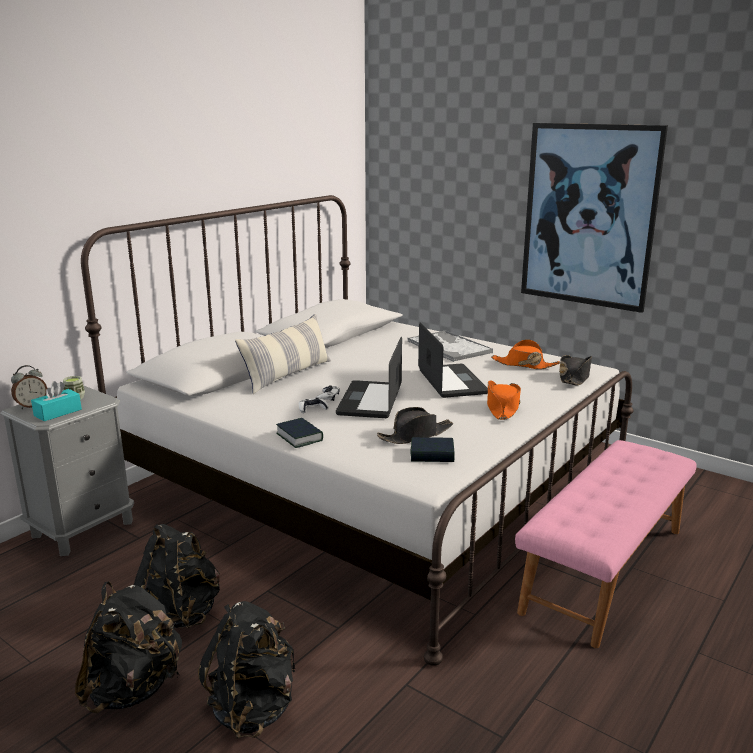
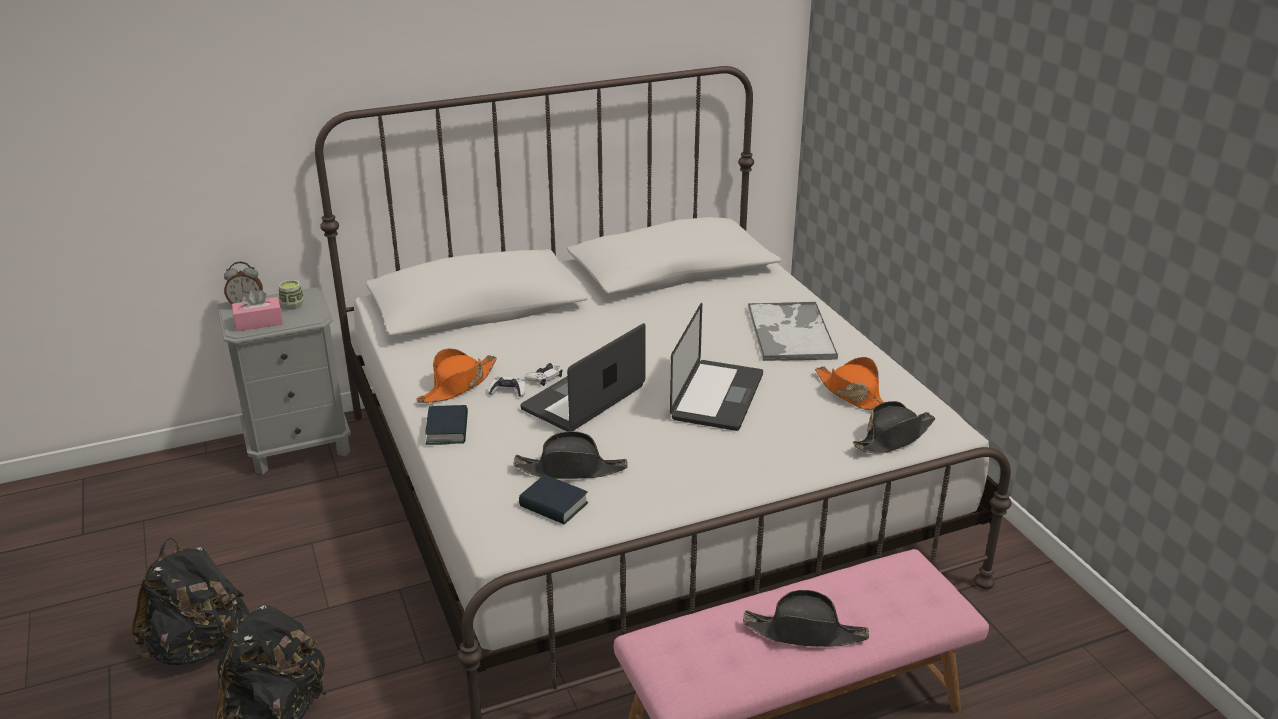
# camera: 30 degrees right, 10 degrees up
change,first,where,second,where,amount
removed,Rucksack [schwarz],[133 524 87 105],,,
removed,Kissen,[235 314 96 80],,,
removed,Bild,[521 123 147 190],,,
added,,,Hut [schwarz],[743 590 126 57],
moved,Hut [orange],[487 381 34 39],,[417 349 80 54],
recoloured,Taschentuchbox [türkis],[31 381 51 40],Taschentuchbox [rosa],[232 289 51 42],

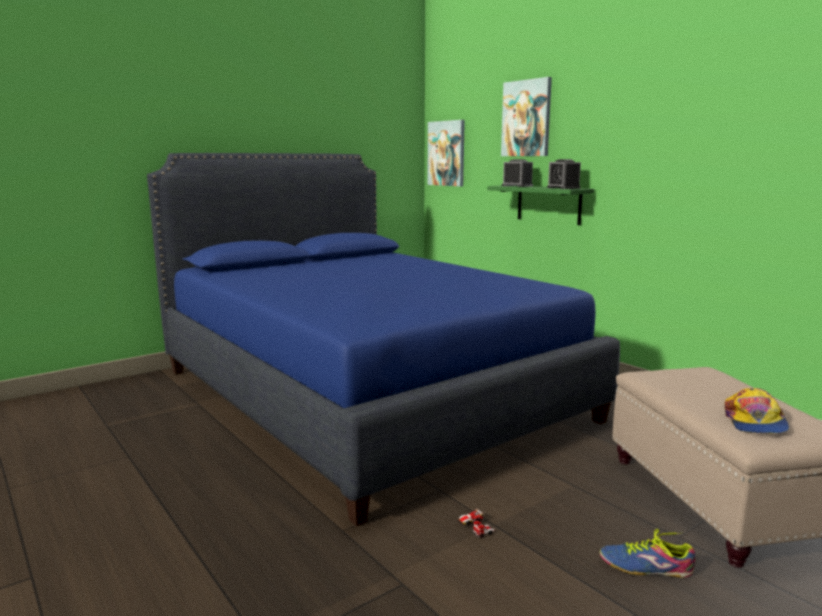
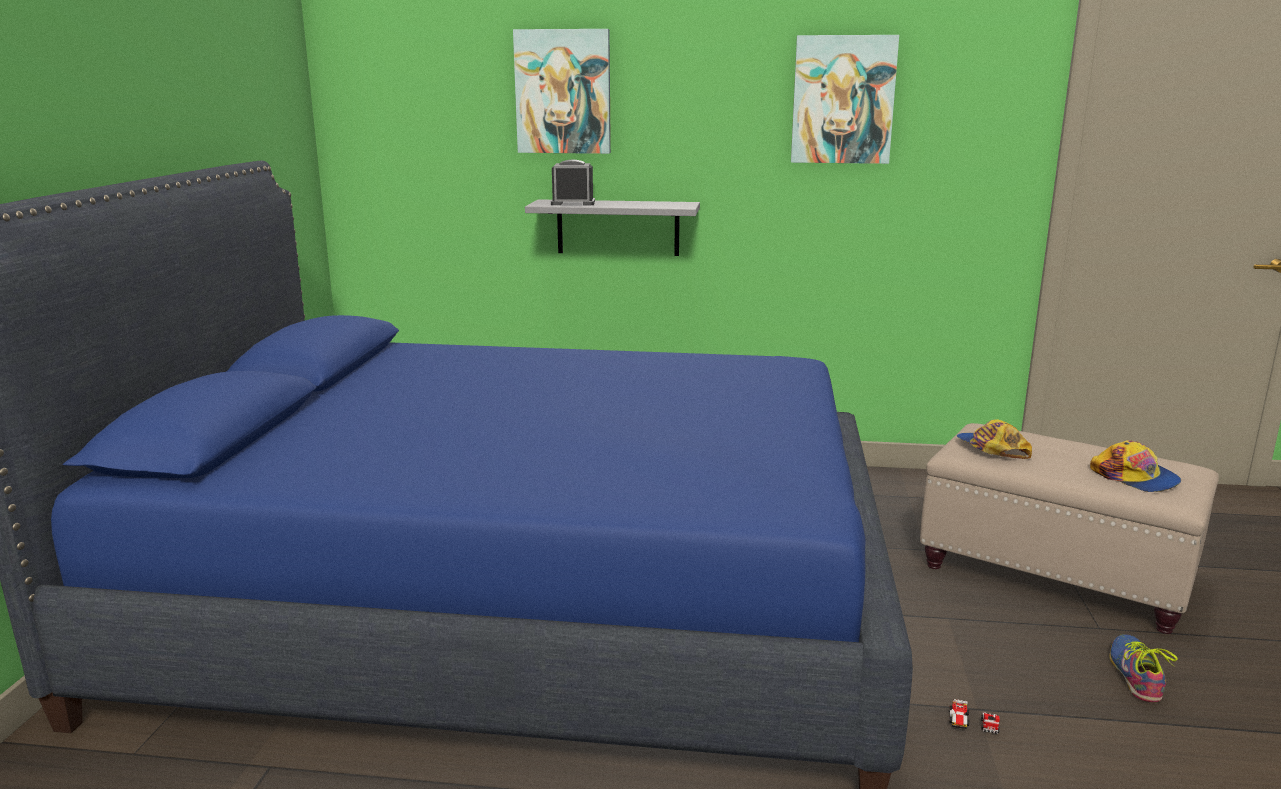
# camera: 45 degrees left, 5 degrees up
change,first,where,second,where,amount
removed,Wecker,[547 159 34 30],,,
added,,,Kappe,[957 419 75 40],
moved,Bild,[427 120 38 66],,[791 35 108 129],
recoloured,Wandregal [grün],[487 186 107 39],Wandregal [grau],[525 199 175 57],
turned,Schuh,[600 529 95 49],,[1110 634 68 68],135 degrees clockwise

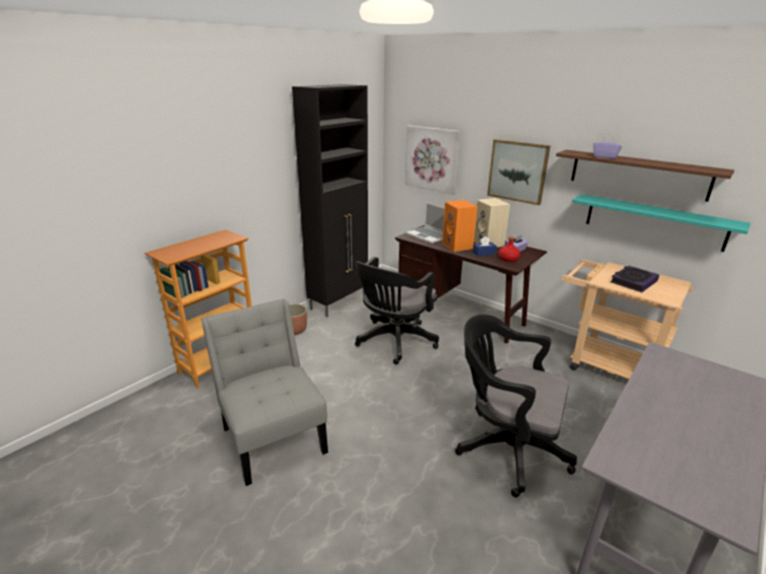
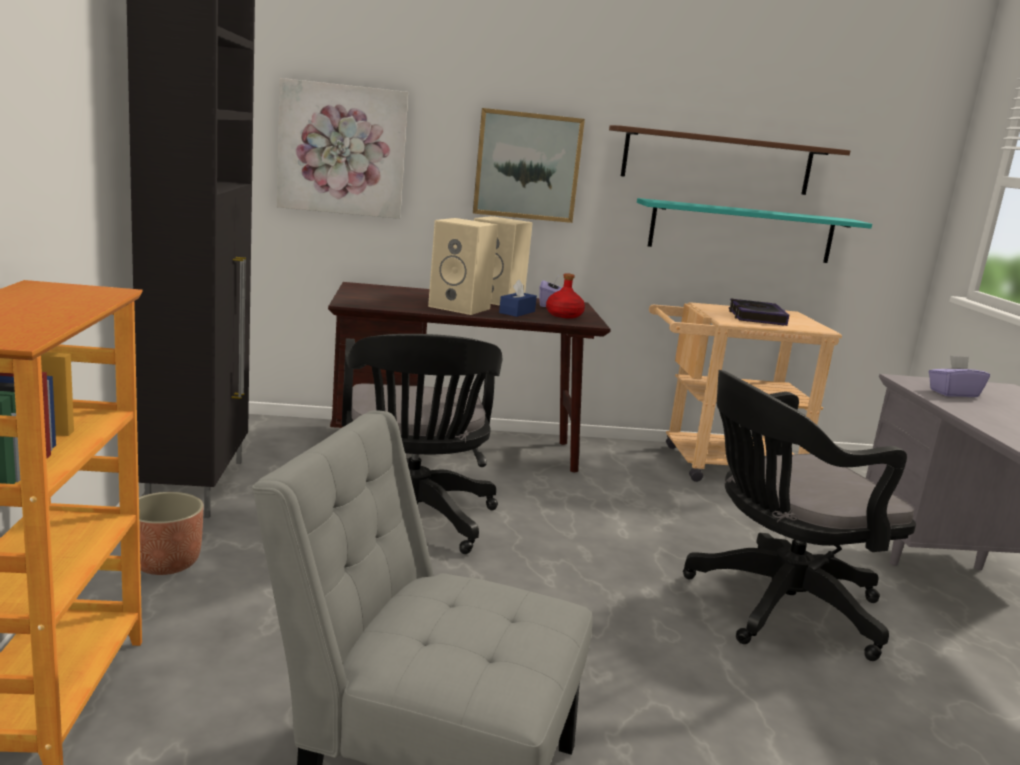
# camera: 45 degrees left, 10 degrees down
change,first,where,second,where,amount
removed,Laptop,[406 202 39 42],,,
moved,Taschentuchbox [lila],[593 136 29 23],,[928 356 62 41],
recoloured,Lautsprecher [orange],[442 200 36 52],Lautsprecher [beige],[428 218 70 97],

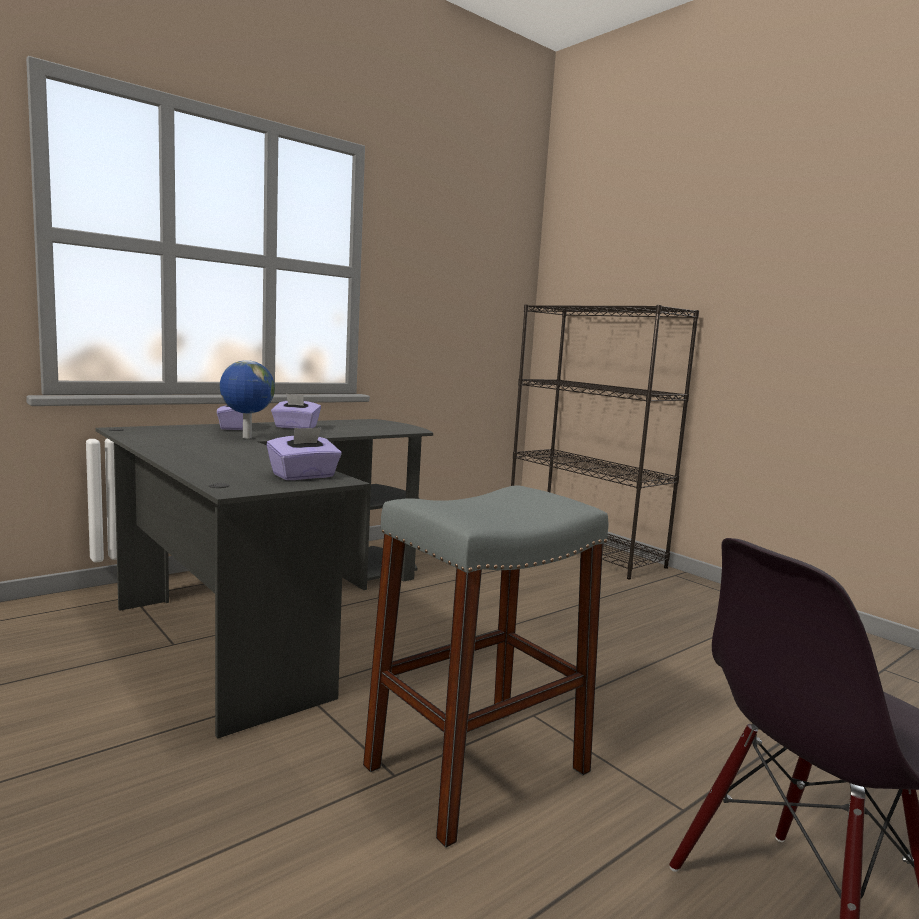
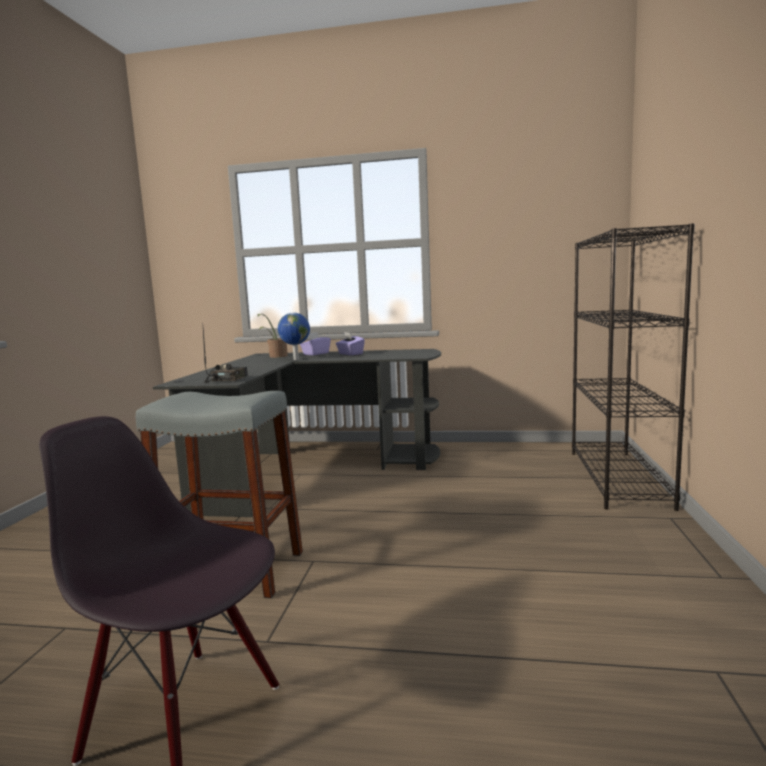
# camera: 50 degrees right, 0 degrees up
change,first,where,second,where,amount
added,,,Topfpflanze,[258 314 30 44],
replaced,Taschentuchbox [lila],[267 428 75 52],Radio,[203 329 45 54],

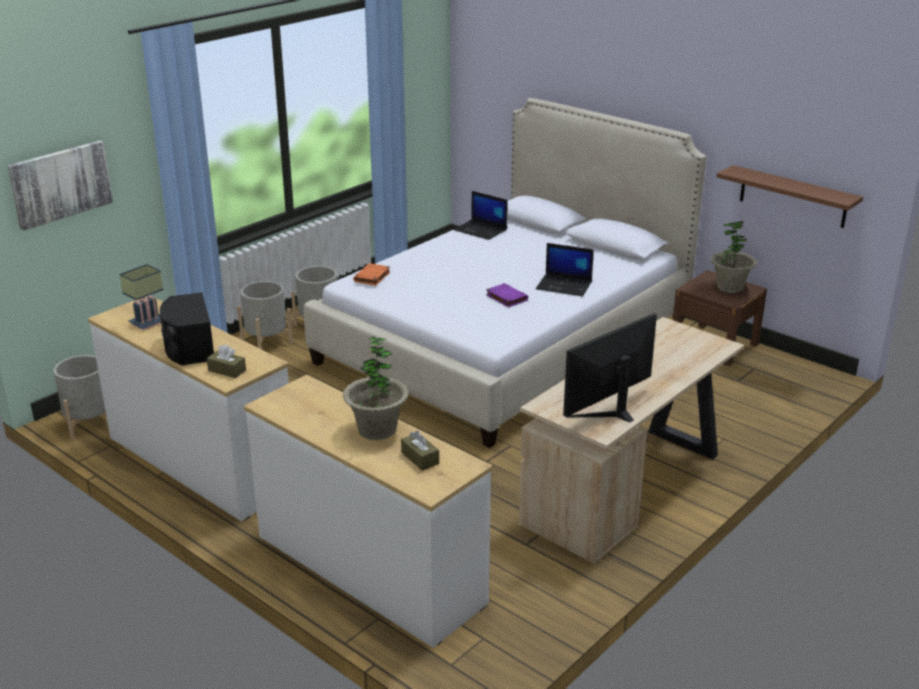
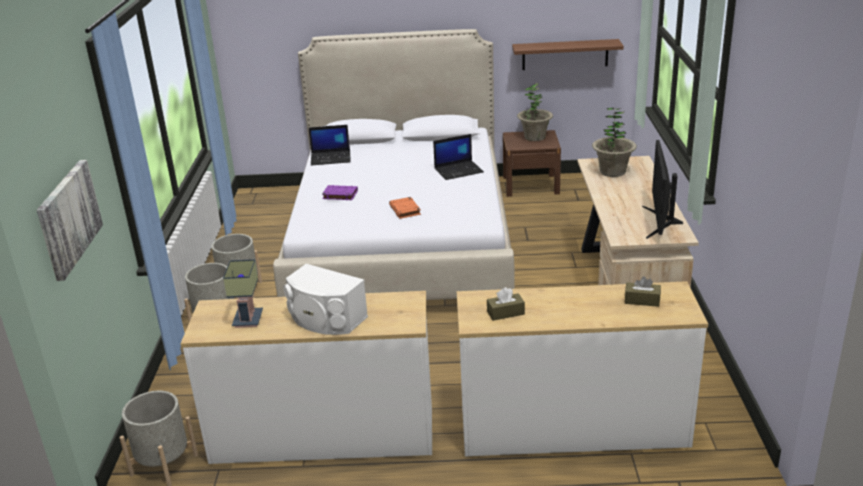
# camera: 40 degrees left, 0 degrees up
change,first,where,second,where,amount
moved,Taschentuchbox [braun],[207 344 39 34],,[487 287 38 34],
moved,Topfpflanze,[343 337 66 103],,[592 108 45 69],
moved,Buch [orange],[353 263 37 23],,[389 197 32 22],
moved,Buch [lila],[486 283 42 24],,[322 185 36 15],
recoloured,Lautsprecher [schwarz],[160 292 54 73],Lautsprecher [weiß],[283 264 85 71],

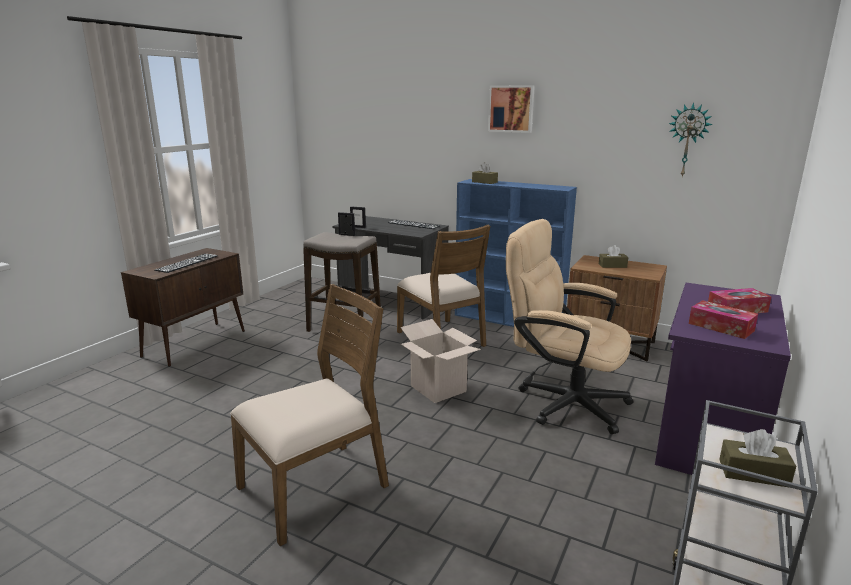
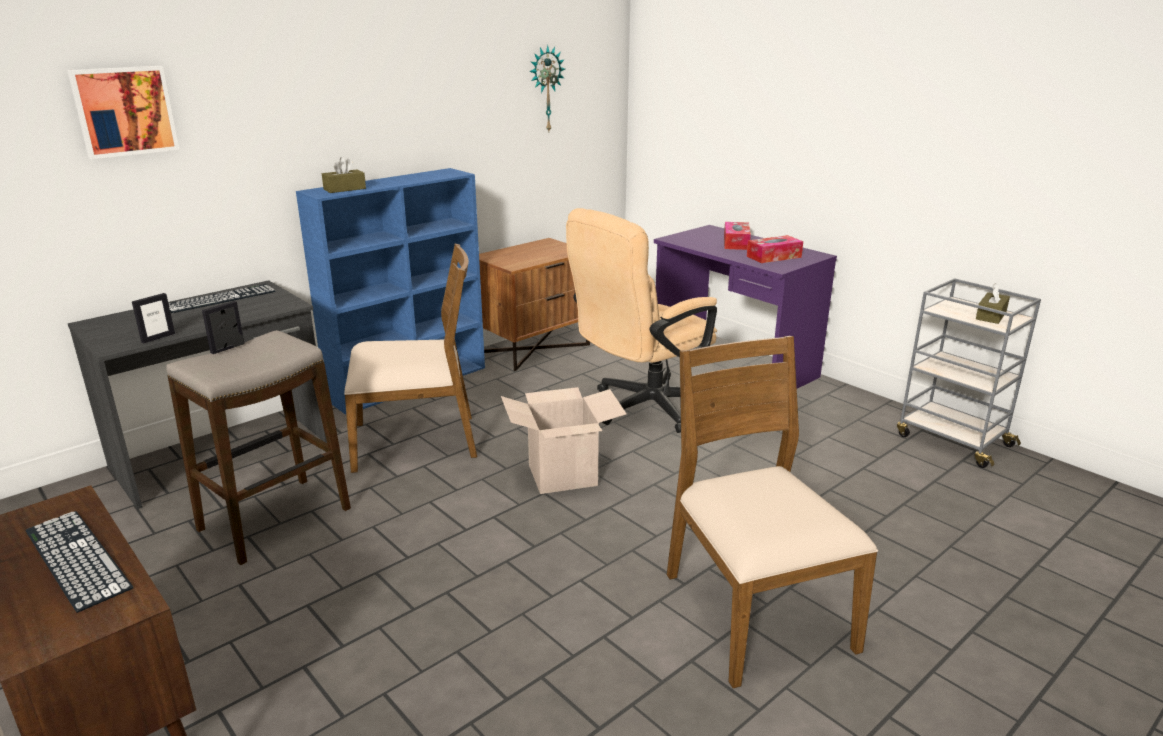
# camera: 70 degrees left, 5 degrees up
change,first,where,second,where,amount
removed,Taschentuchbox [braun],[599 245 29 23],,,
moved,Bild,[488 85 47 48],,[67 66 112 93],

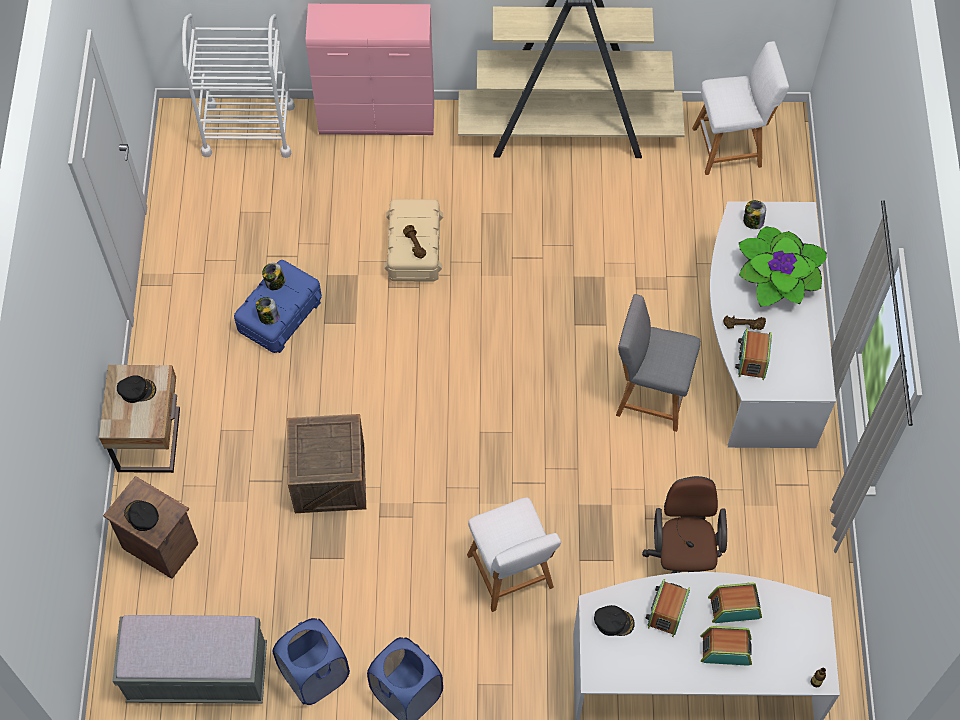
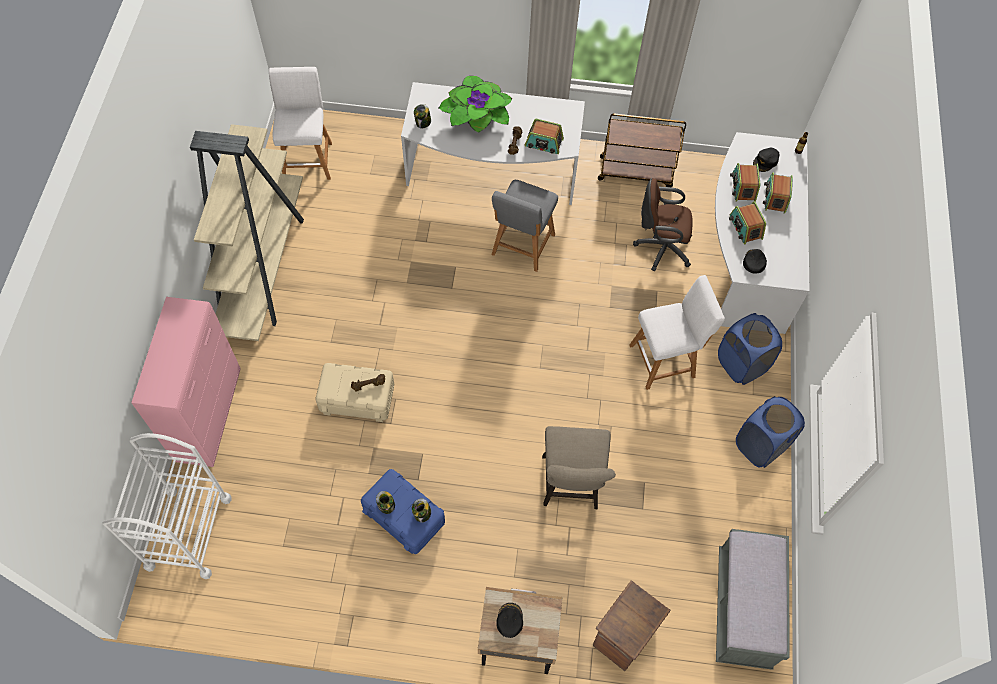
# camera: 85 degrees left, 0 degrees up
change,first,where,second,where,amount
added,,,Rollwagen [braun],[598 113 88 74],
moved,Kappe [schwarz],[124 500 35 31],,[753 148 26 24],
moved,Wäschekorb [blau],[272 618 78 87],,[718 313 64 72],
replaced,Kiste,[287 414 79 99],Hocker [beige],[542 426 74 83],
turned,Radio,[646 579 44 58],,[729 201 37 43],45 degrees clockwise

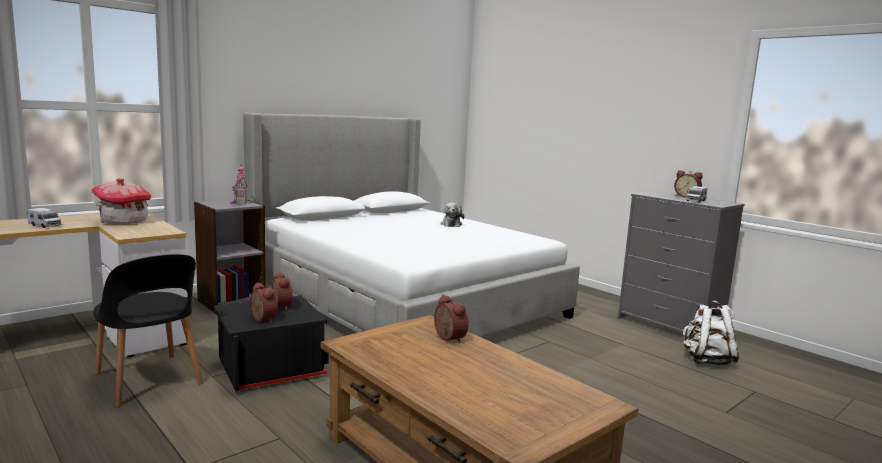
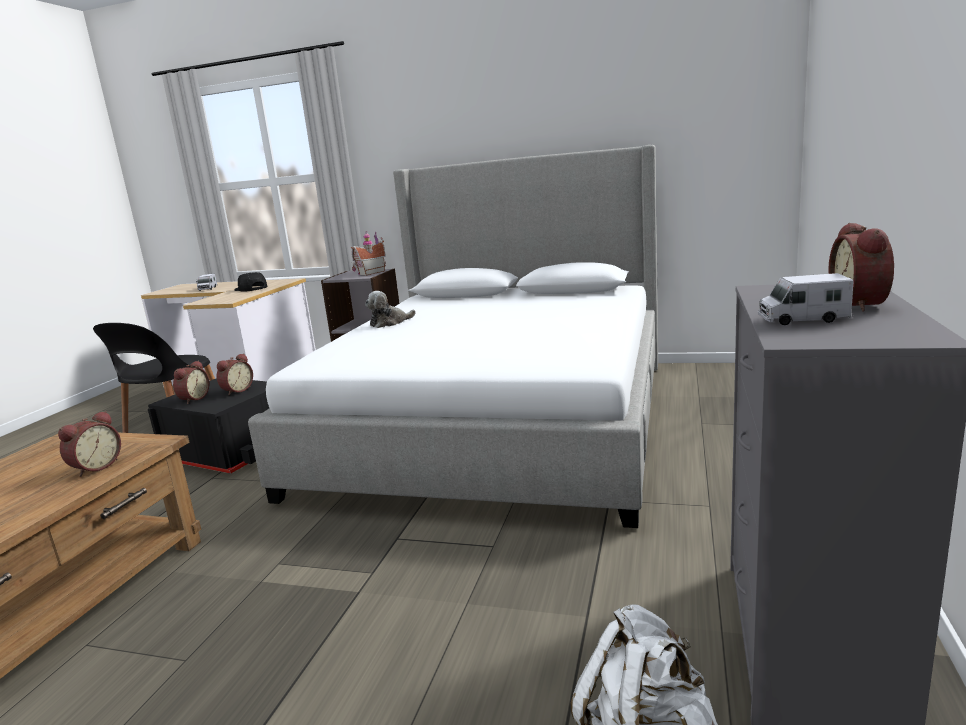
# camera: 60 degrees right, 5 degrees up
change,first,where,second,where,amount
moved,Plüschtier,[440 202 24 25],,[365 291 51 37],
replaced,Spielzeughaus,[91 178 60 46],Kappe [schwarz],[234 272 33 20],

